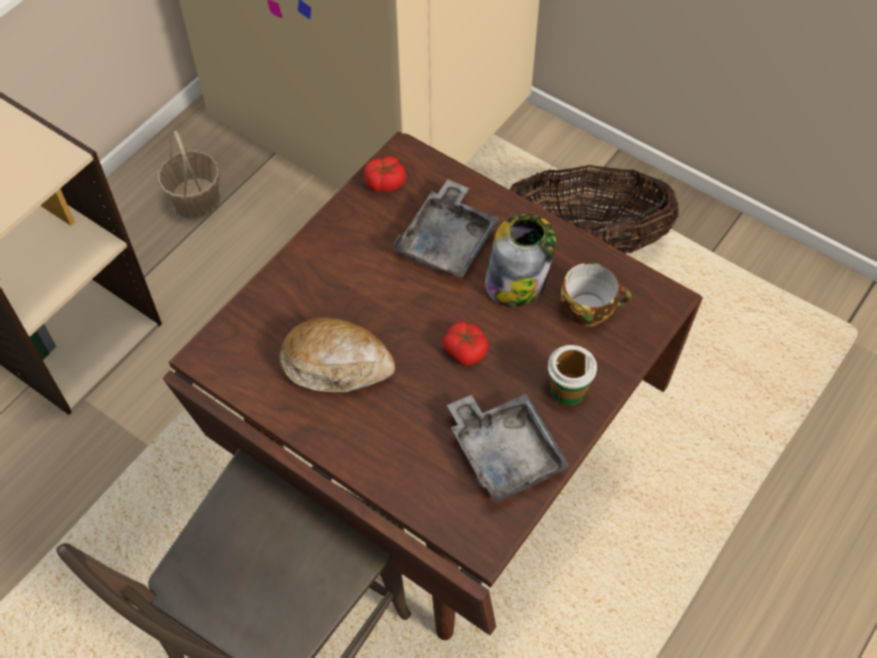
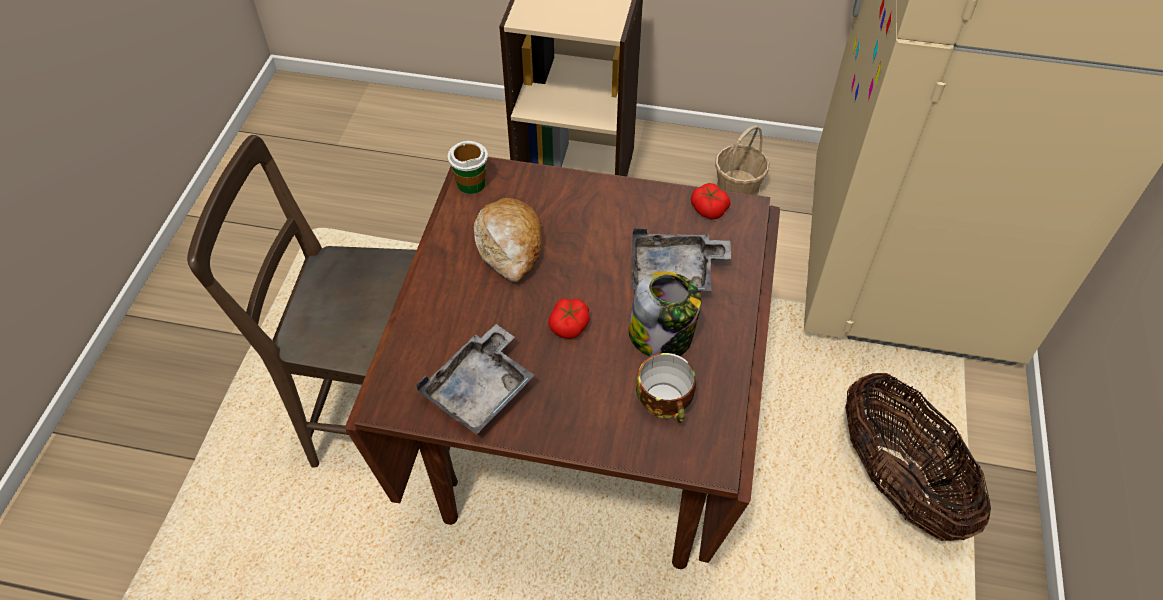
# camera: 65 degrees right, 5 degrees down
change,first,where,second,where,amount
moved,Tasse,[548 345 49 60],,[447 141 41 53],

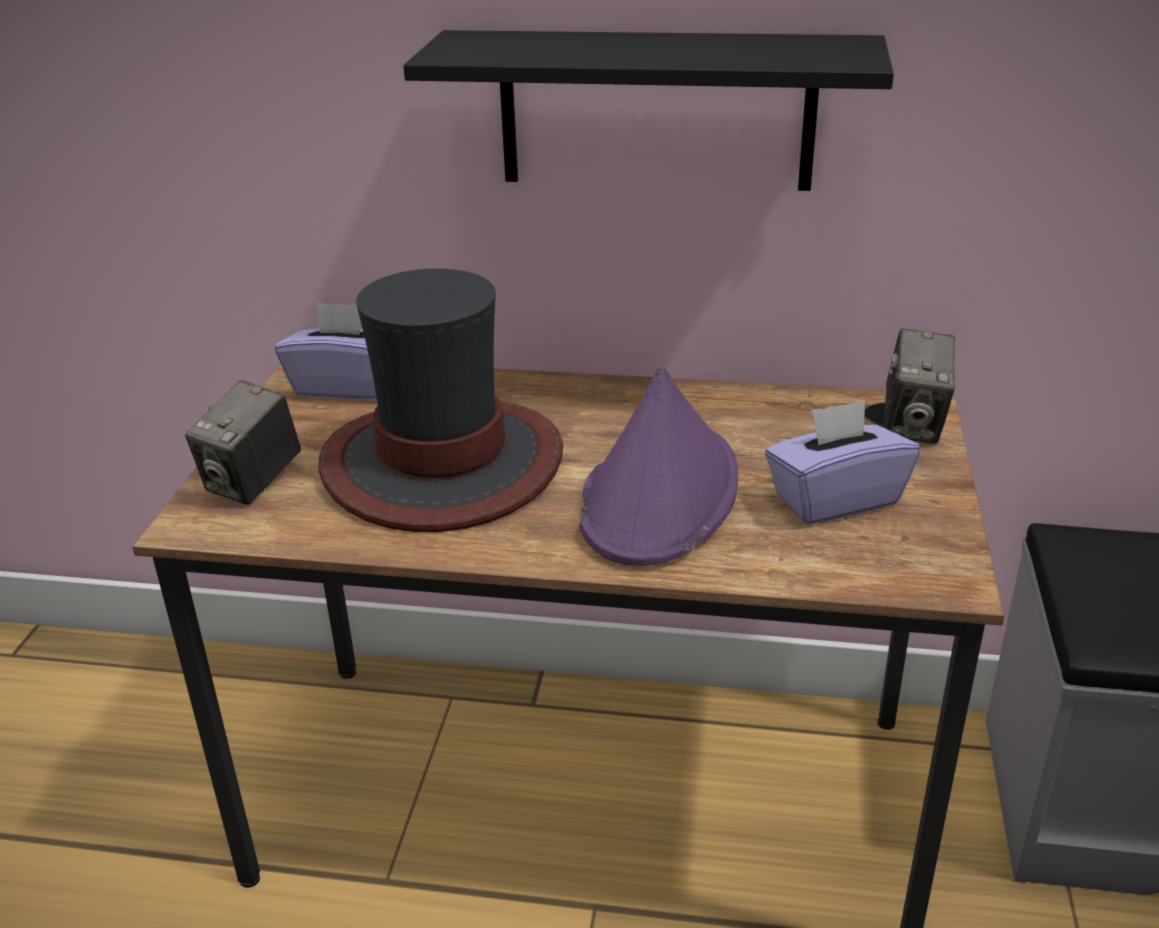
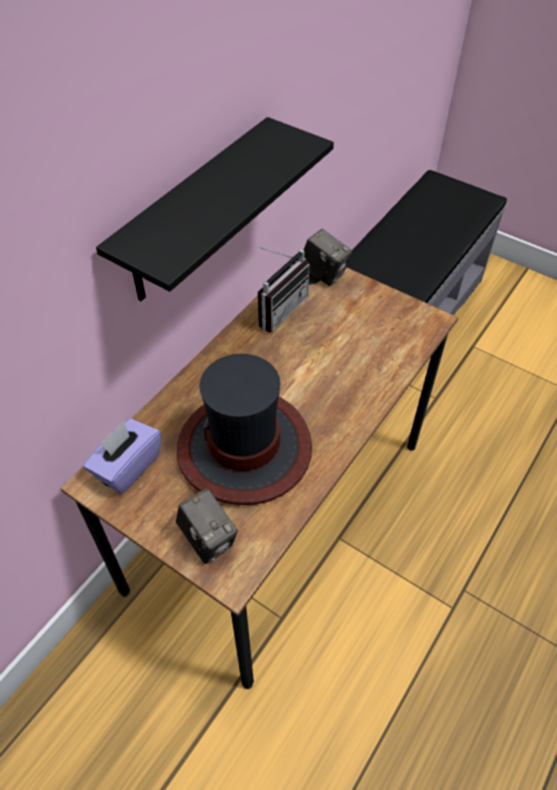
# camera: 65 degrees left, 20 degrees up
change,first,where,second,where,amount
removed,Hut [lila],[579 366 159 200],,,
removed,Taschentuchbox [lila],[765 400 155 124],,,
added,,,Radio,[258 246 52 86],

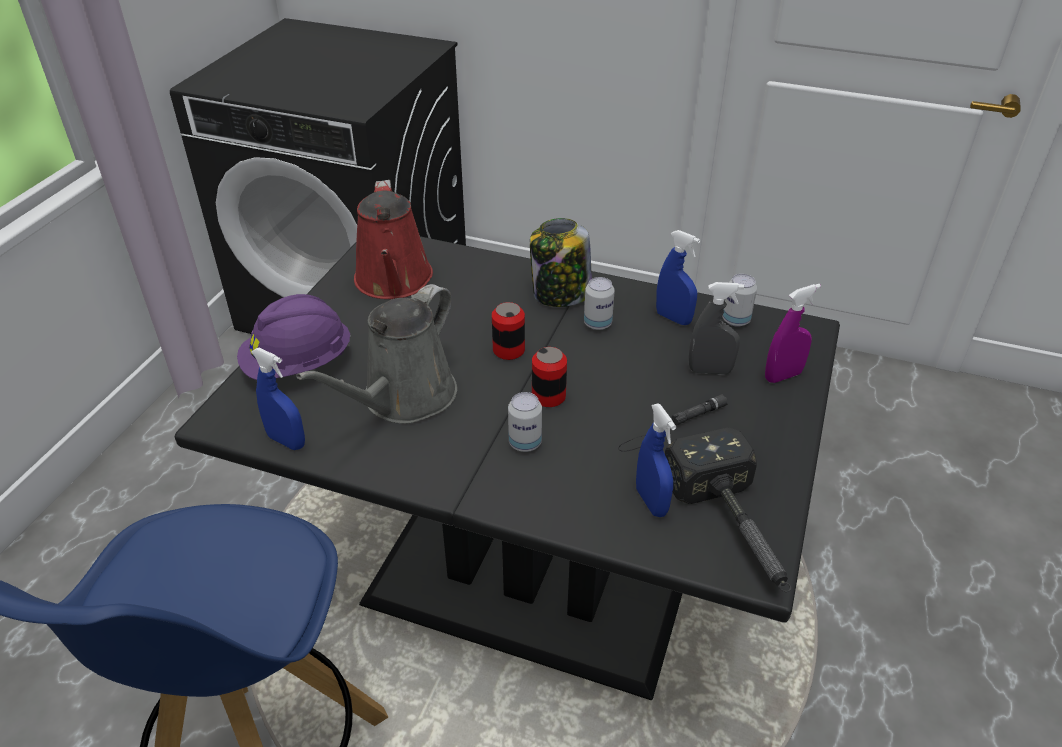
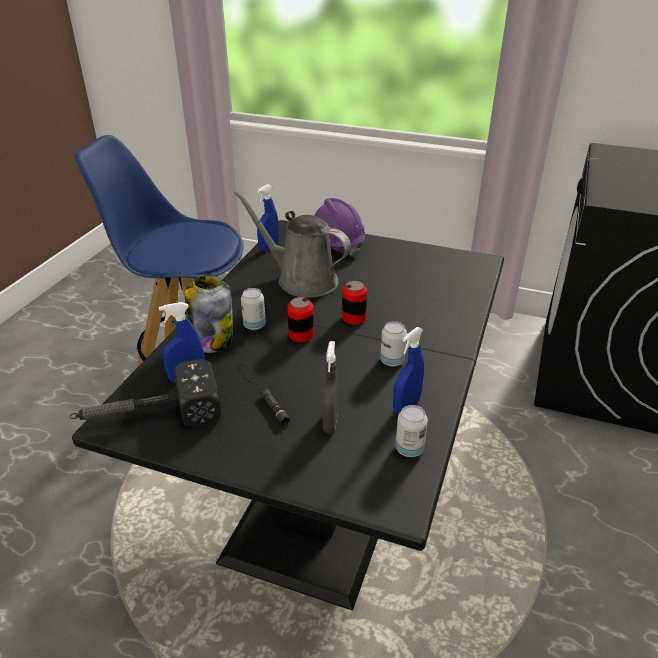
# camera: 90 degrees right, 5 degrees down
change,first,where,second,where,amount
removed,Gießkanne [rot],[354 180 79 119],,,
removed,Sprühflasche [lila],[765 284 56 99],,,
moved,Vorratsglas,[530 218 62 89],,[185 275 48 78],

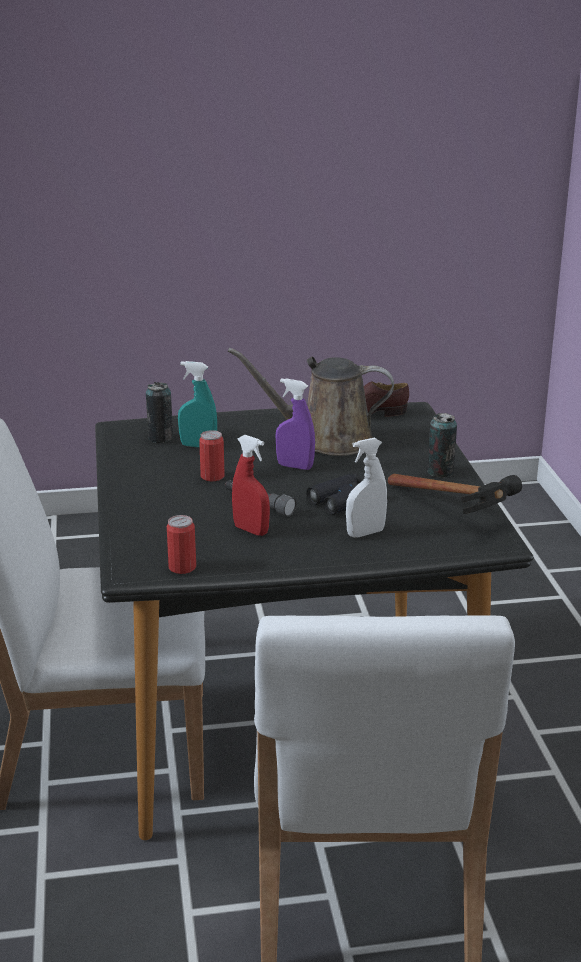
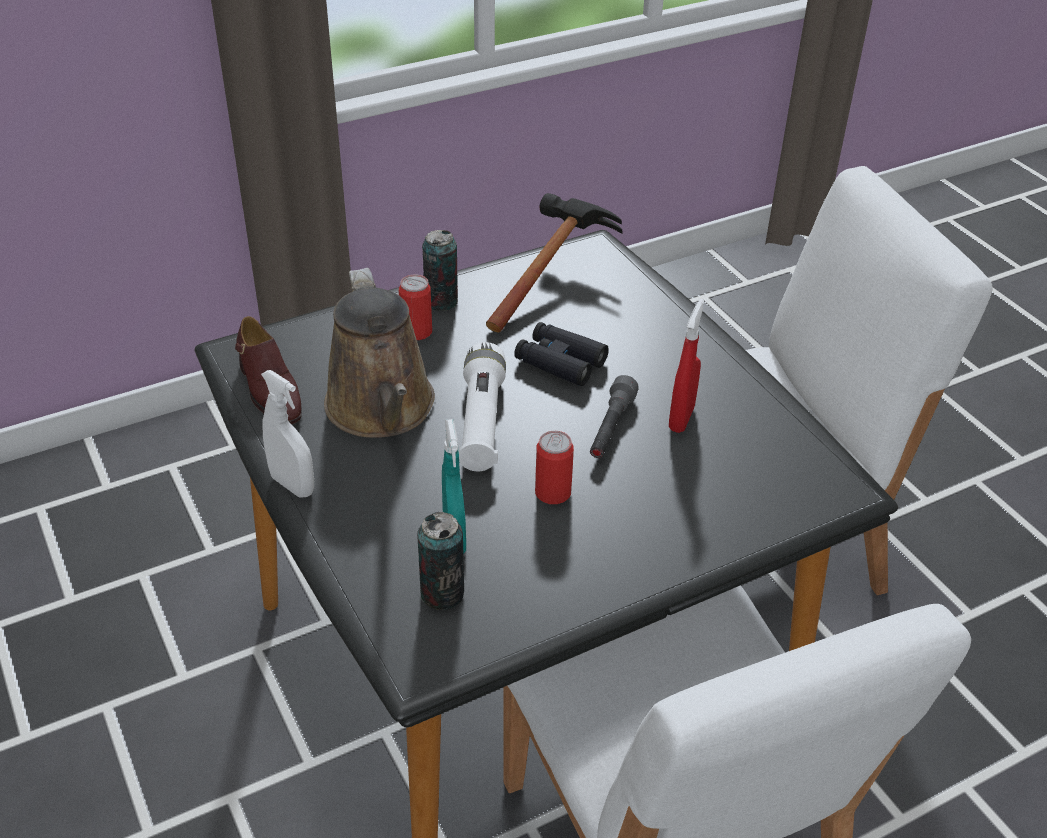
# camera: 110 degrees left, 15 degrees up
change,first,where,second,where,amount
moved,Dose,[167 515 29 59],,[399 274 33 66],
moved,Sprühflasche [weiß],[346 438 41 100],,[261 370 53 127],
replaced,Sprühflasche [lila],[276 378 39 92],Taschenlampe [weiß],[459 342 47 129],

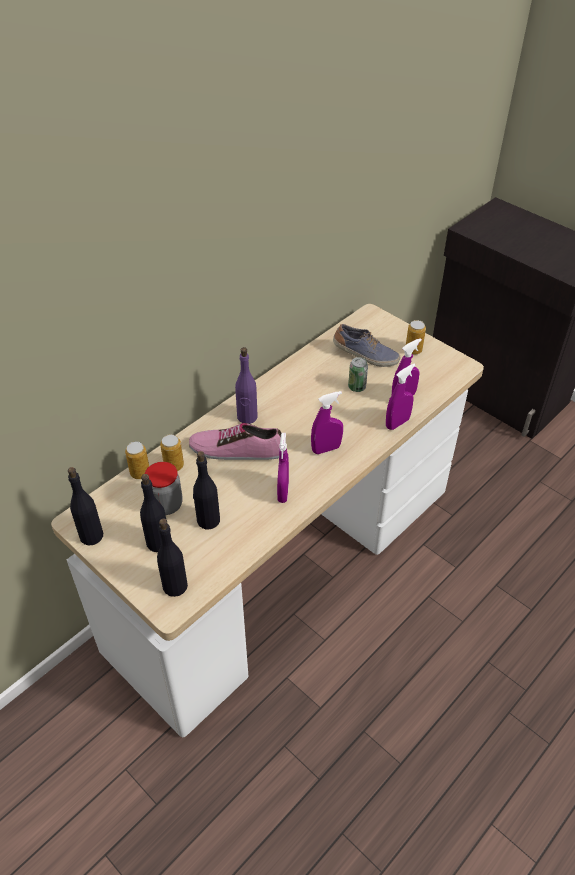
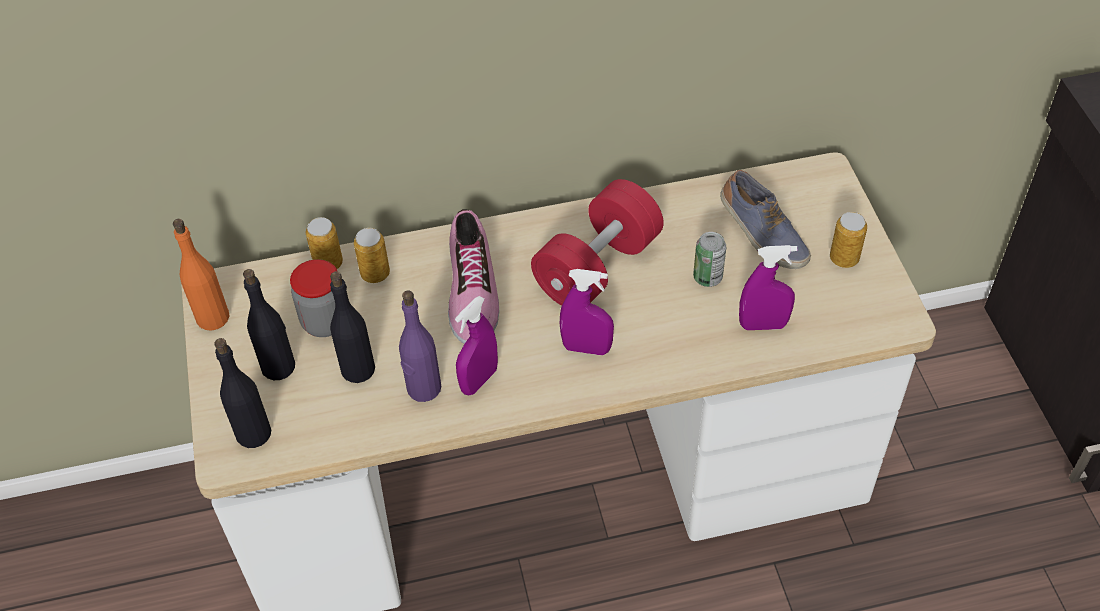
# camera: 35 degrees right, 5 degrees up
change,first,where,second,where,amount
removed,Sprühflasche [lila],[386 363 30 67],,,
added,,,Hantel [rot],[531 179 133 127],
moved,Flasche [lila],[235 347 23 77],,[399 290 42 112],
recoloured,Flasche [schwarz],[68 467 35 79],Flasche [orange],[173 219 57 112],
turned,Schuh,[189 423 92 37],,[448 209 51 135],135 degrees counterclockwise

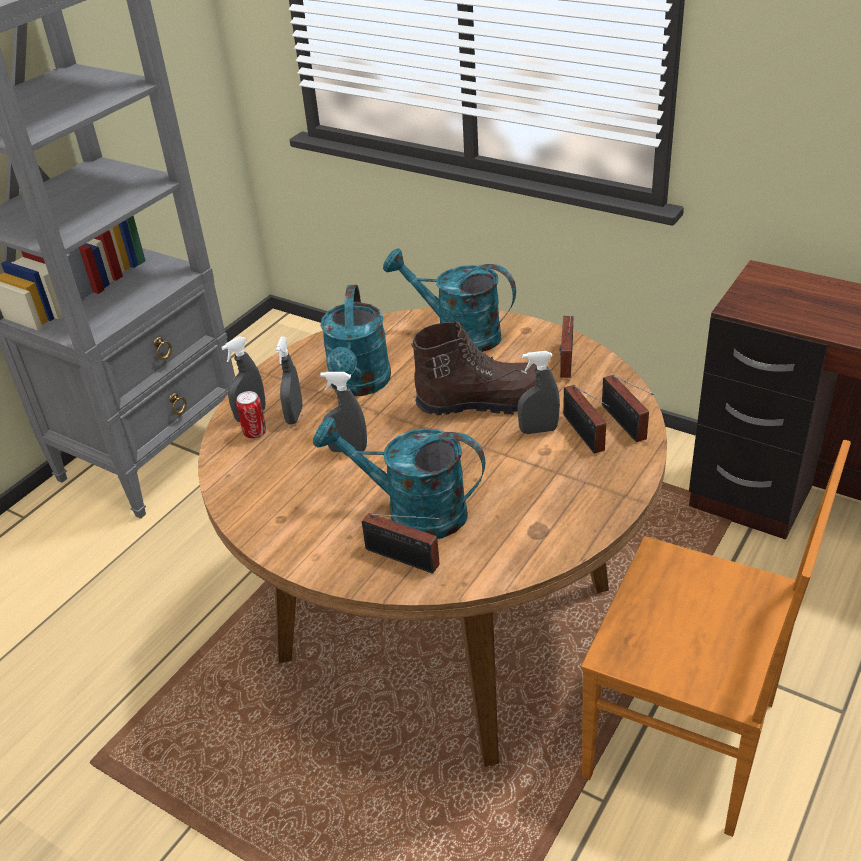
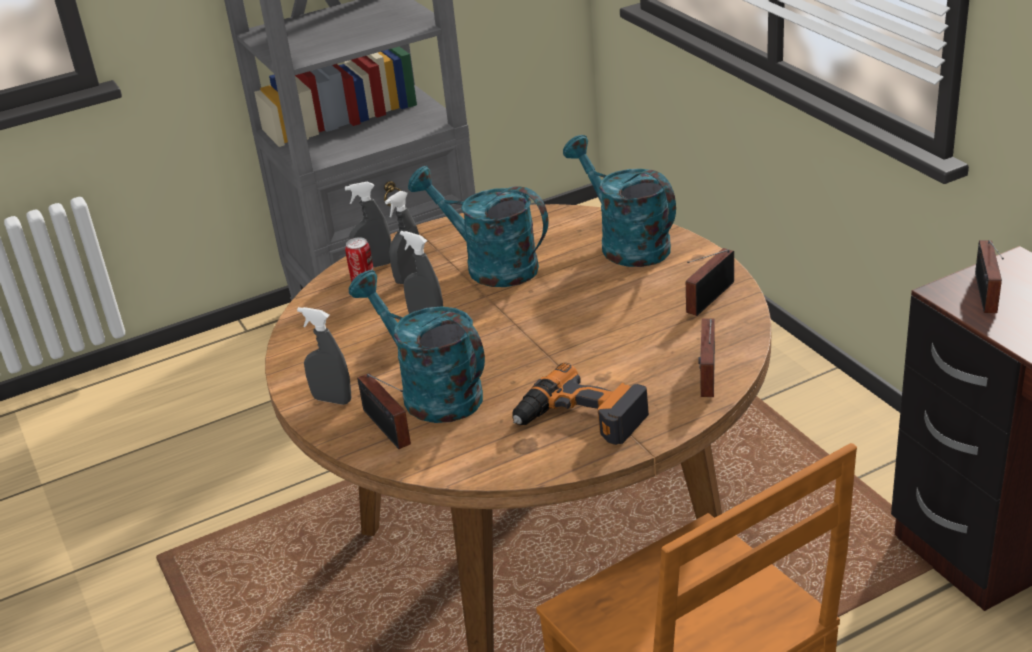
# camera: 30 degrees right, 5 degrees down
change,first,where,second,where,amount
removed,Stiefel [braun],[411 321 126 94],,,
added,,,Bohrmaschine,[512 363 137 82],
moved,Sprühflasche [grau],[517 351 43 83],,[297 307 55 98],
moved,Radio,[563 385 46 69],,[975 240 29 73],
turned,Gießkanne [türkis],[320 285 71 111],,[408 166 140 121],90 degrees clockwise

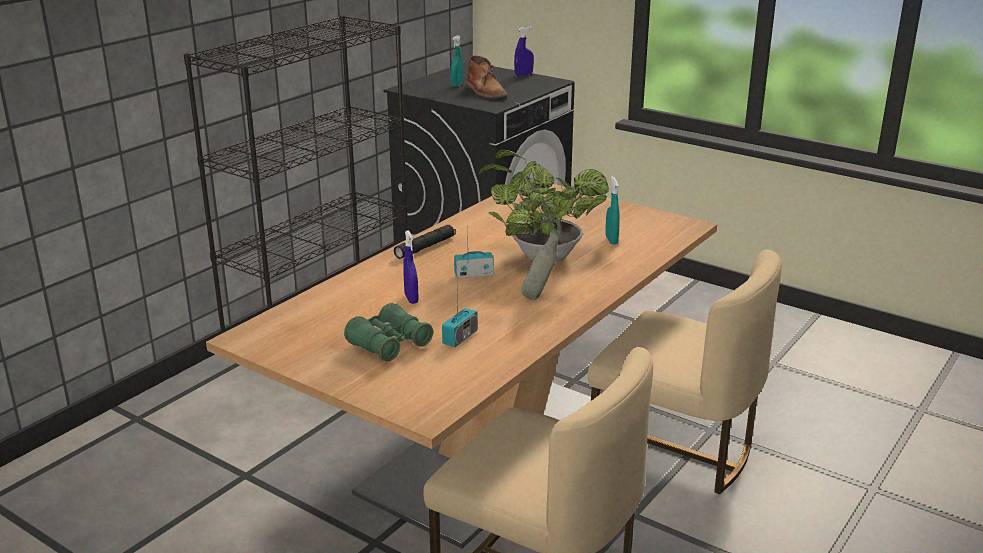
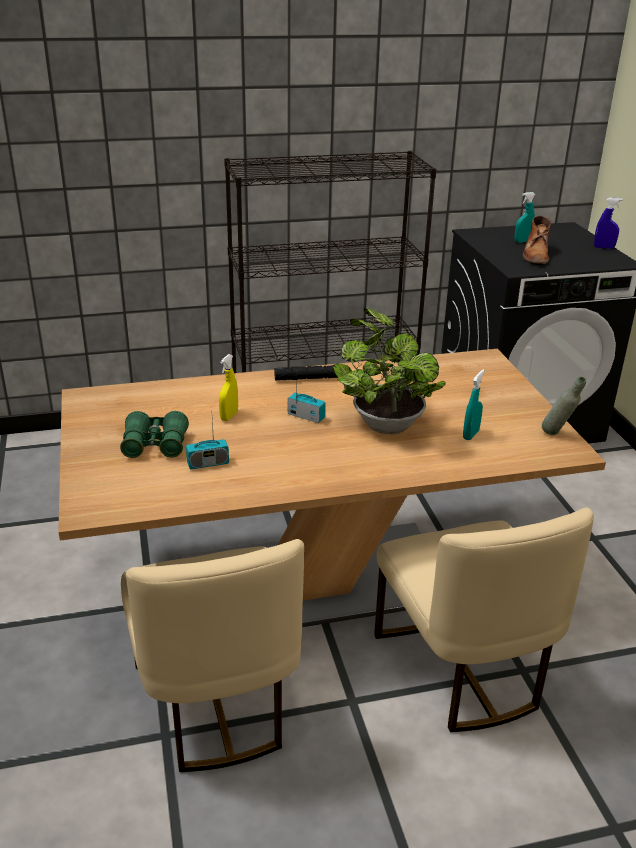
# camera: 40 degrees right, 5 degrees up
change,first,where,second,where,amount
moved,Flasche [grau],[521 229 40 71],,[542 377 44 58],
recoloured,Sprühflasche [blau],[403 230 15 74],Sprühflasche [gelb],[219 354 19 67],

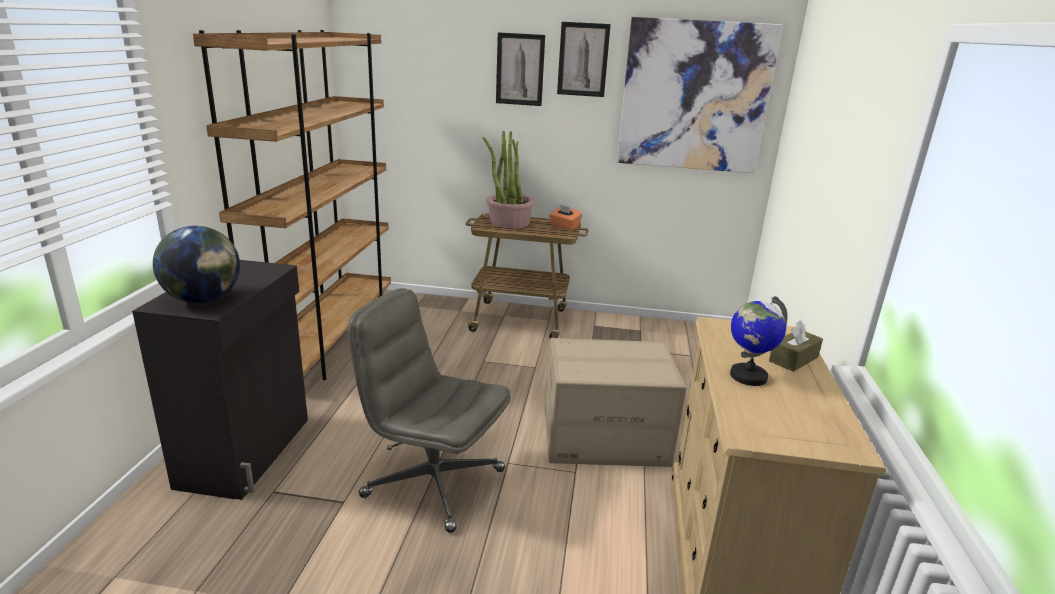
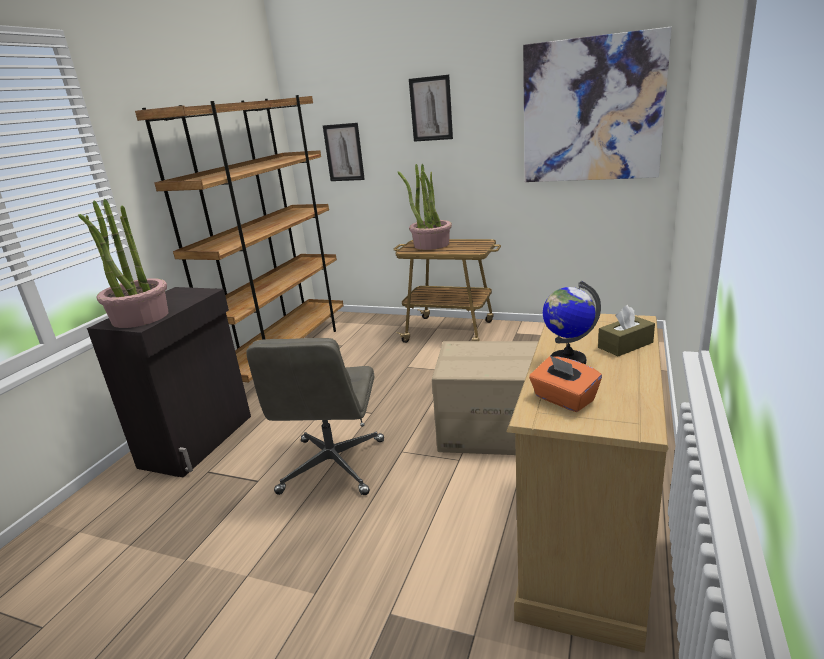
# camera: 15 degrees right, 0 degrees up
change,first,where,second,where,amount
moved,Taschentuchbox [orange],[549 205 33 25],,[529 355 73 57],
moved,Bild,[557 22 54 75],,[323 123 42 58],
replaced,Globus,[153 226 87 77],Topfpflanze,[78 198 90 130],
turned,Bürostuhl [grau],[347 288 164 245],,[246 338 138 157],120 degrees counterclockwise

